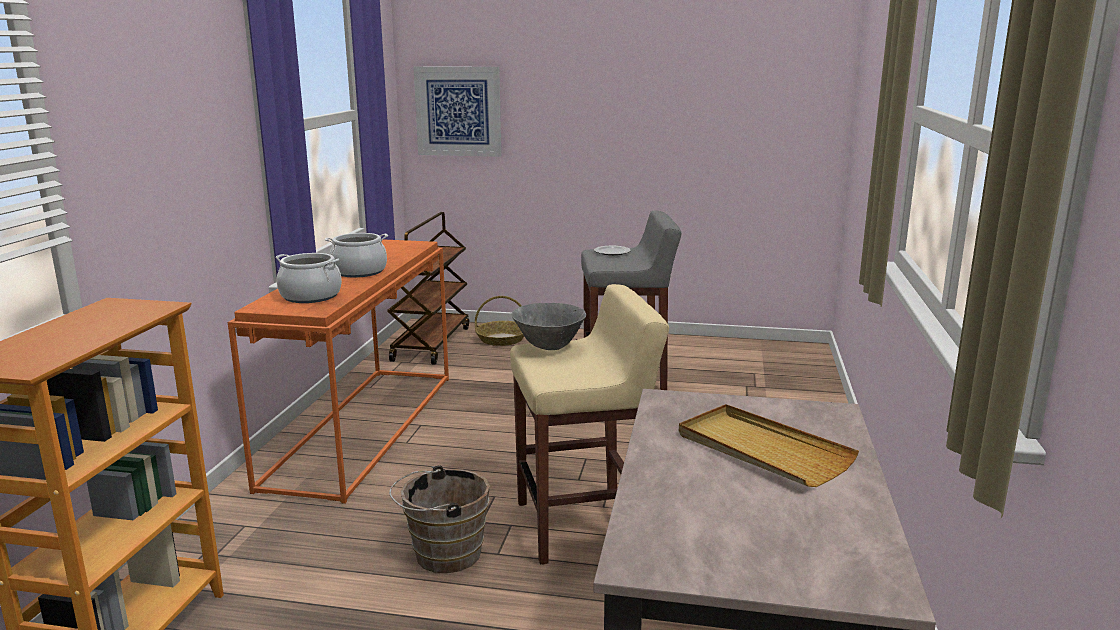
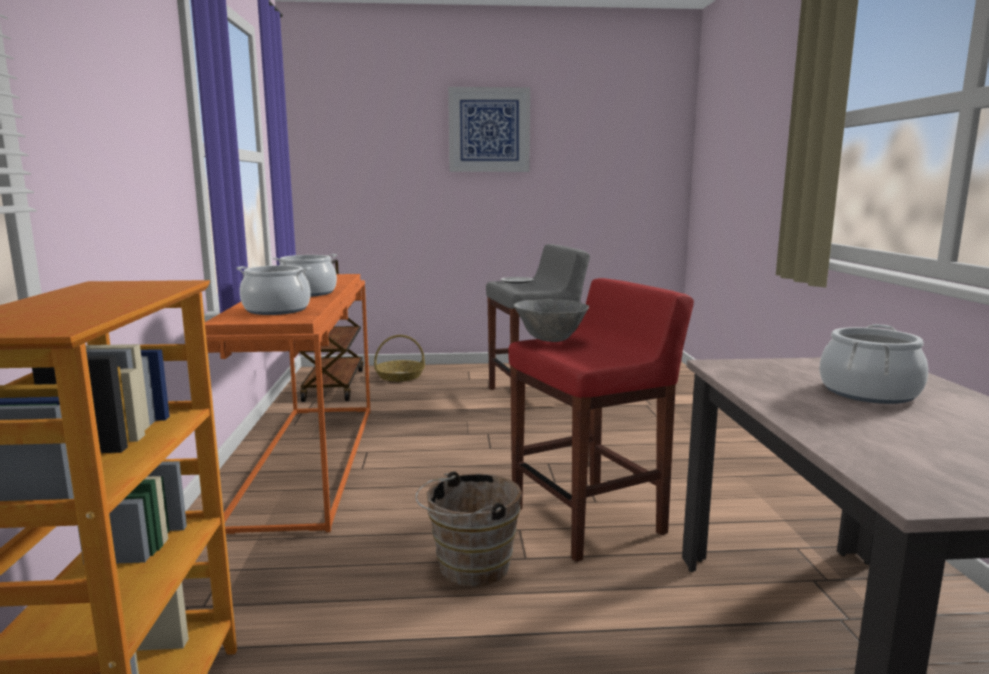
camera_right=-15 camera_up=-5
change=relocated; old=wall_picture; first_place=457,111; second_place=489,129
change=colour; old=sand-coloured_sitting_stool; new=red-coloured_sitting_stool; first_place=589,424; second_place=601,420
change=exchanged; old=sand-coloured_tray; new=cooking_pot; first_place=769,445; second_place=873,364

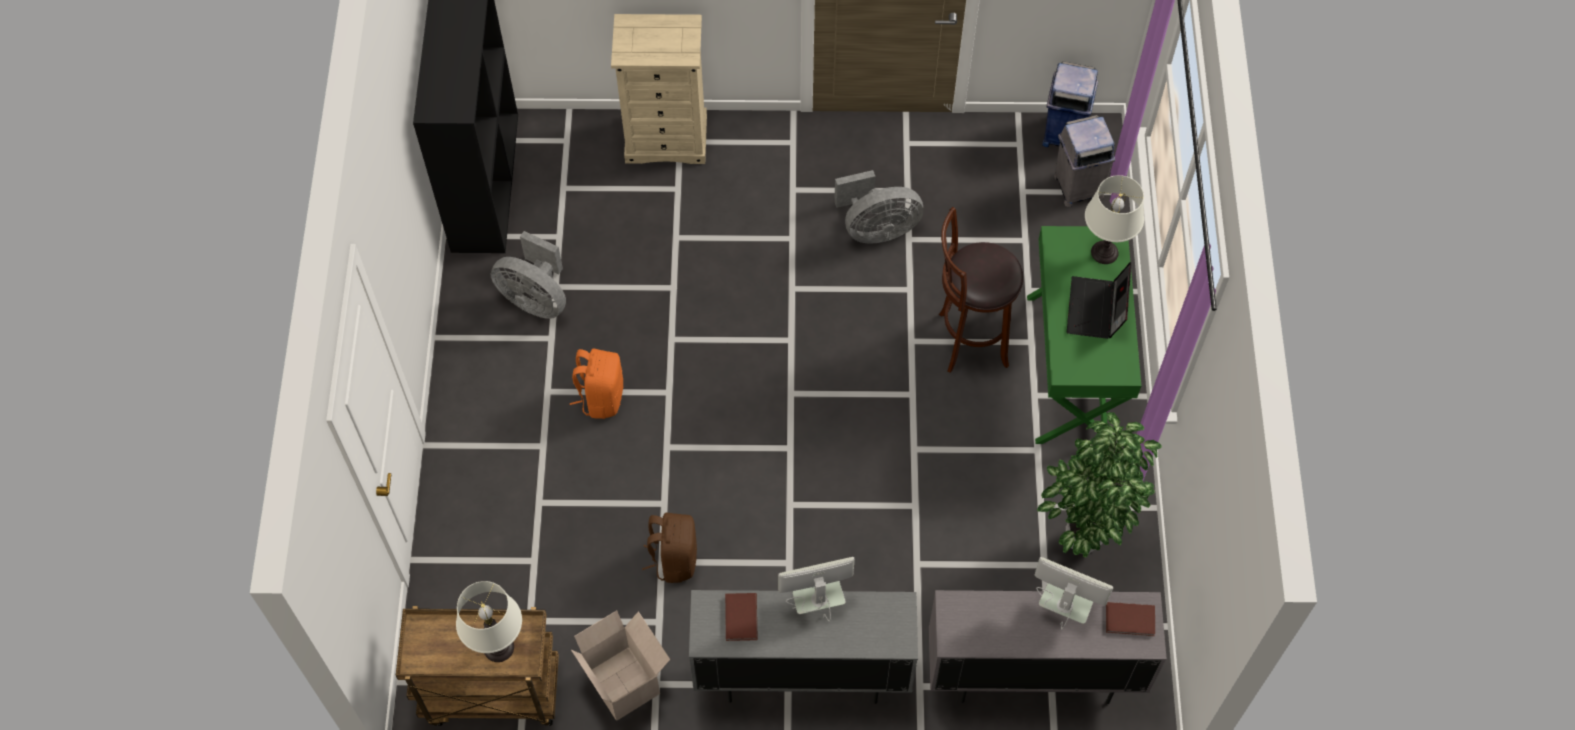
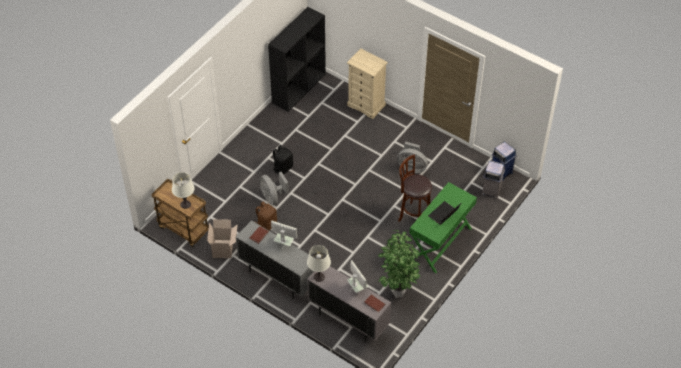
camera_right=35 camera_up=-10
change=relocated; old=white-coloured_lamp_for_a_table; first_place=1114,219; second_place=319,263
change=relocated; old=gray_fan; first_place=528,275; second_place=274,188
change=colour; old=orange_backpack; new=blackish_backpack; first_place=596,384; second_place=282,160

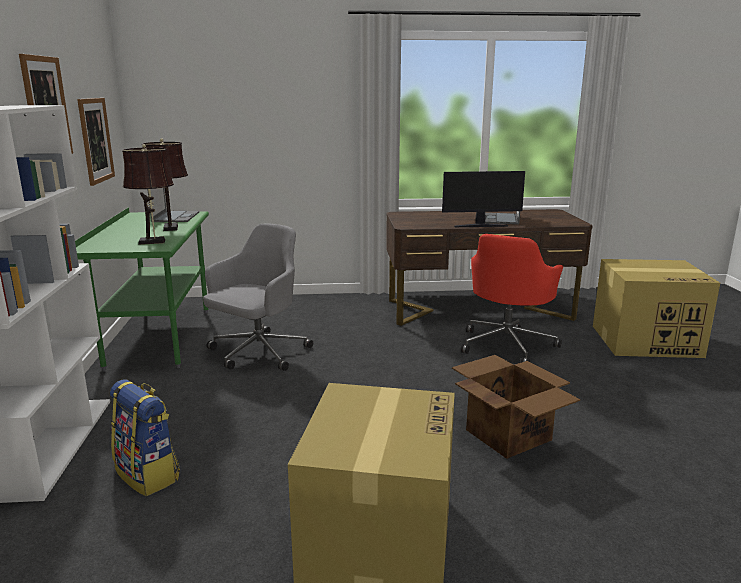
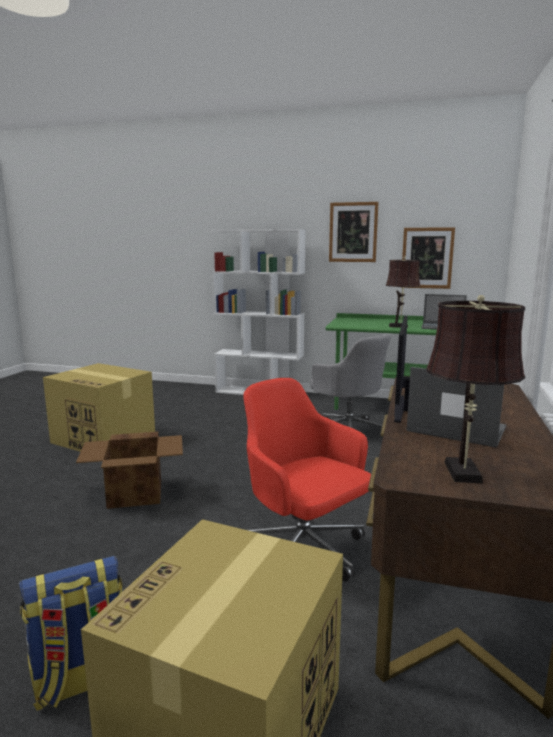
camera_right=110 camera_up=-5
change=relocated; old=brown-coloured_lamp_for_a_table; first_place=148,194; second_place=475,389
change=relocated; old=backpack; first_place=145,437; second_place=71,633

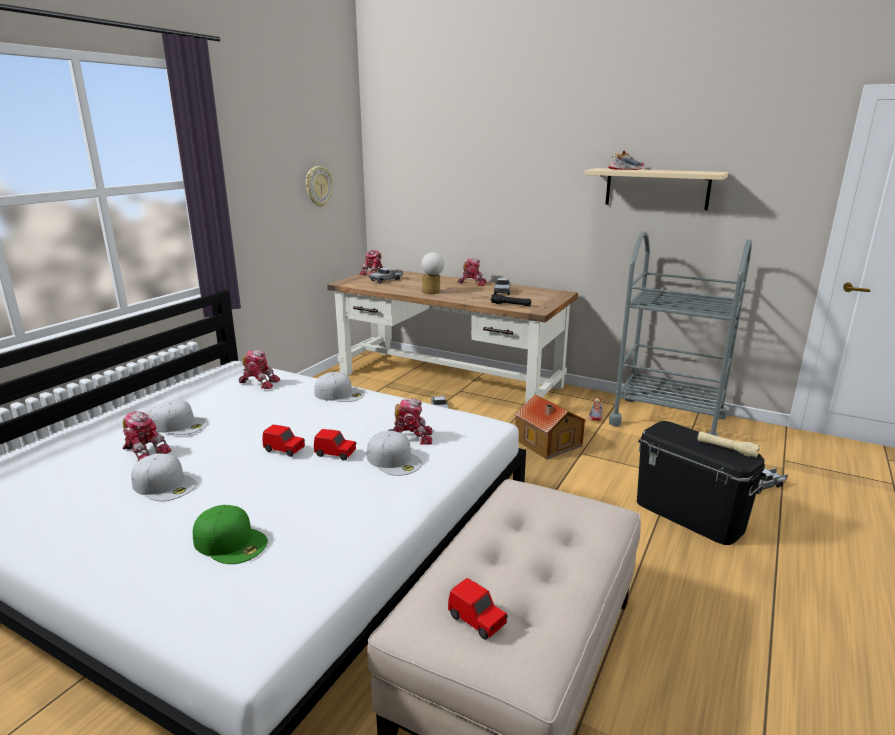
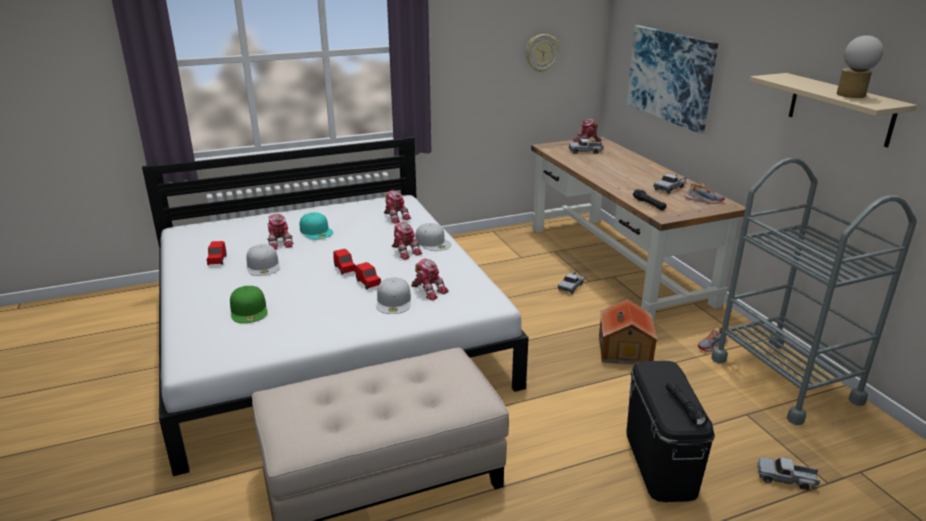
camera_right=40 camera_up=5
change=relocated; old=item_of_footwear; first_place=626,160; second_place=704,193
change=relocated; old=lamp_for_a_table; first_place=433,273; second_place=860,66
change=relocated; old=toy_robot; first_place=472,272; second_place=407,241
change=colour; old=white-coloured_baseball_cap; new=blue-green_baseball_cap; first_place=179,417; second_place=316,225
change=colour; old=sand-coloured_hand_torch; new=blackish_hand_torch; first_place=728,444; second_place=687,404
change=relocated; old=red-coloured_miniature_car; first_place=478,609; second_place=217,253
change=appeared; new=wall_picture; second_place=672,79

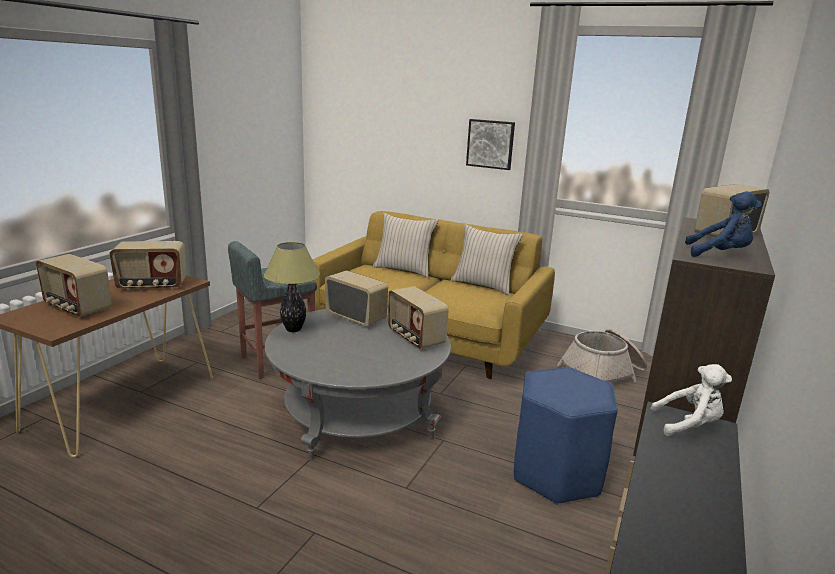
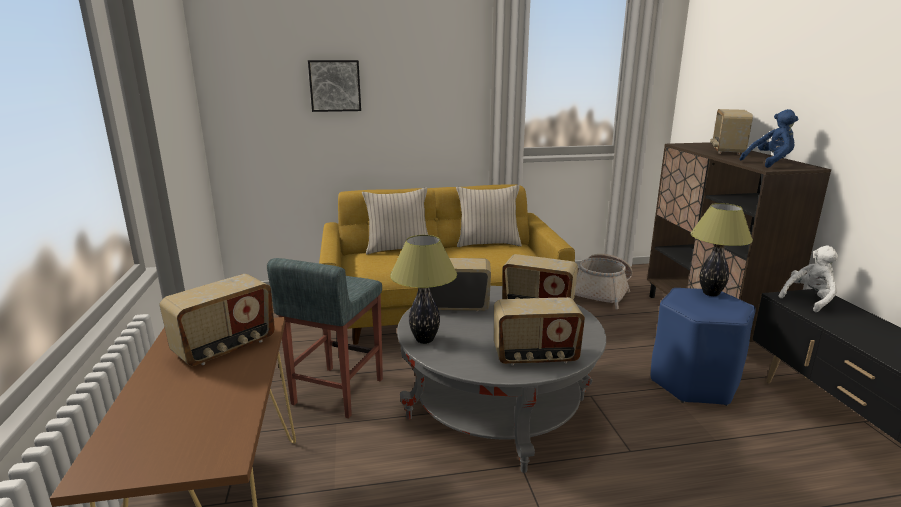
camera_right=-35 camera_up=0
change=relocated; old=wall_picture; first_place=490,144; second_place=334,86
change=relocated; old=radio_receiver; first_place=74,286; second_place=539,331
change=appeared; new=lamp_for_a_table; second_place=721,249

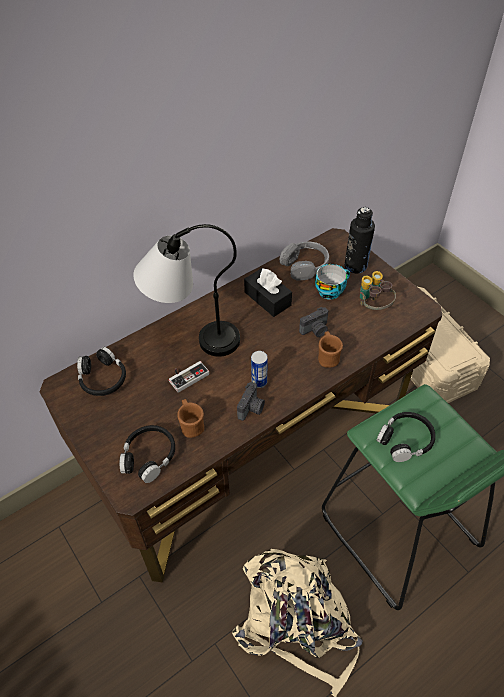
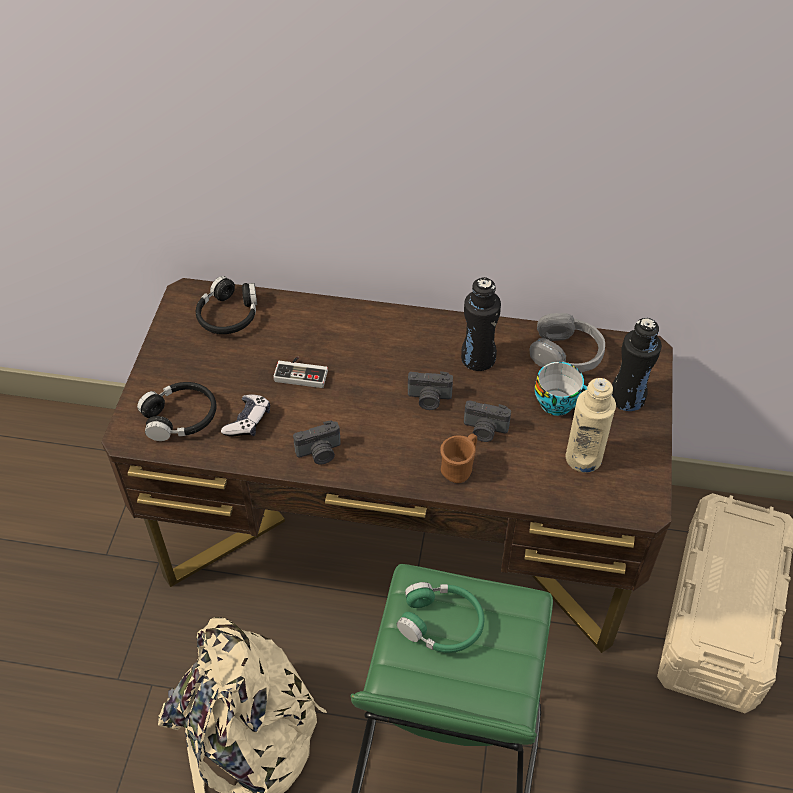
camera_right=45 camera_up=0
change=missing; old=lamp_for_a_table; first_place=186,290
change=exchanged; old=blackish_tissue_holder; new=blackish_bottle; first_place=268,292; second_place=481,324
change=exchanged; old=pair_of_binoculars; new=sand-coloured_bottle; first_place=378,290; second_place=591,425
change=missing; old=can; first_place=259,369
change=exchanged; old=brown-coloured_coffee_mug; new=gamepad; first_place=190,418; second_place=245,415
change=colour; old=blackish_headphones; new=green_headphones; first_place=406,437; second_place=441,617
change=appeared; new=still_camera; second_place=430,390

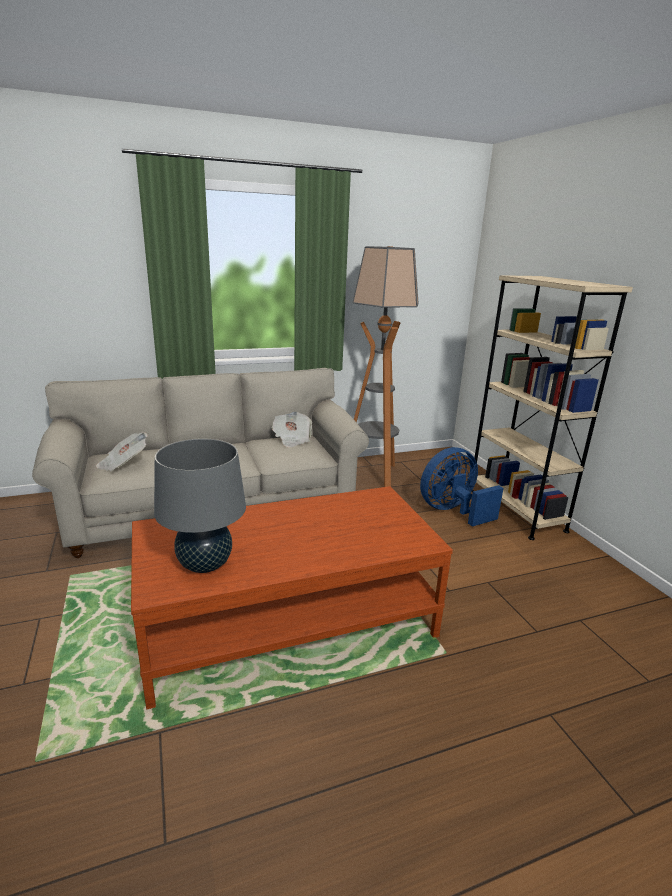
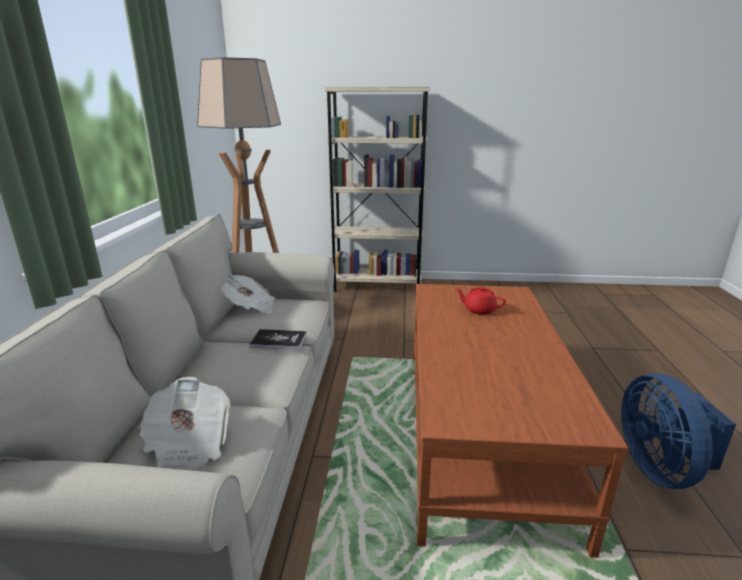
camera_right=-65 camera_up=0
change=missing; old=gray_lamp_for_a_table; first_place=200,506
change=relocated; old=blue-coloured_fan; first_place=462,487; second_place=678,431
change=appeared; new=red-coloured_teapot; second_place=480,301
change=appeared; new=bound_book; second_place=277,339

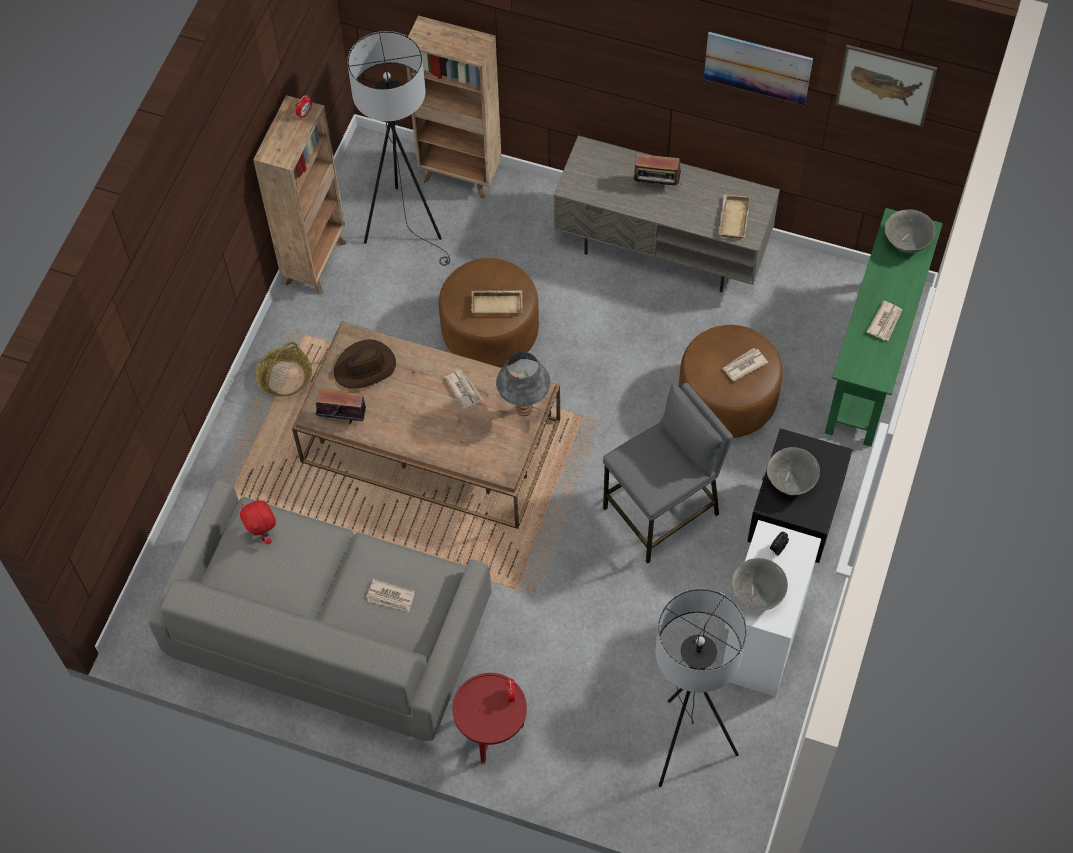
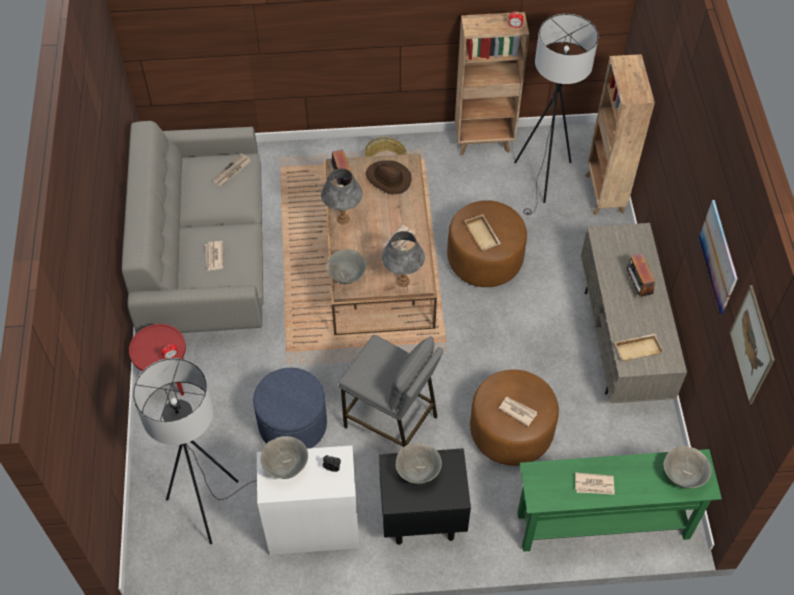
camera_right=65 camera_up=-5
change=exchanged; old=red-coloured_plush_toy; new=printed_paper; first_place=258,522; second_place=231,169
change=appeared; new=gray_lamp_for_a_table; second_place=341,196
change=appeared; new=gray_serving_bowl; second_place=347,266
change=appeared; new=blue-coloured_footrest; second_place=290,408

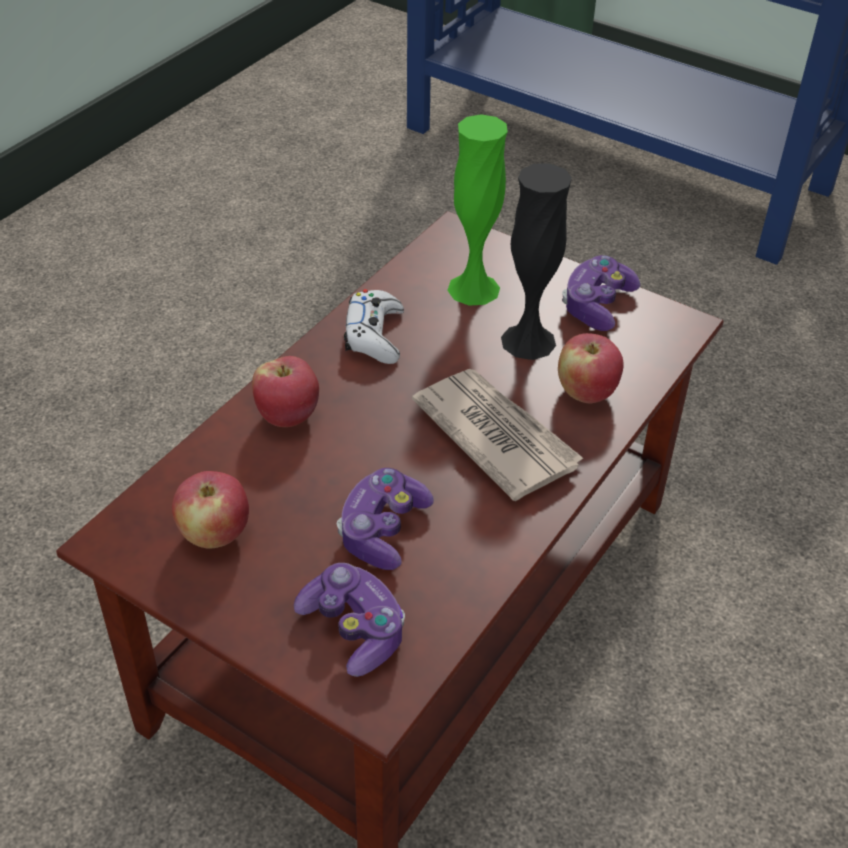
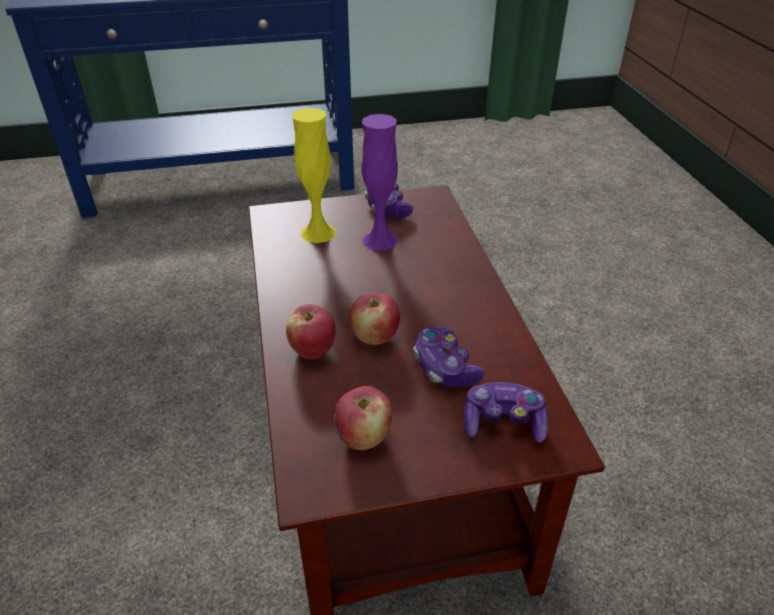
camera_right=-45 camera_up=-5
change=colour; old=green_flower_vase; new=yellow-coloured_flower_vase; first_place=477,209; second_place=314,175
change=colour; old=blackish_flower_vase; new=purplish_flower_vase; first_place=536,262; second_place=380,182
change=missing; old=white-coloured_gamepad; first_place=374,326
change=relocated; old=apple; first_place=591,368; second_place=374,319
change=missing; old=printed_paper; first_place=498,435

